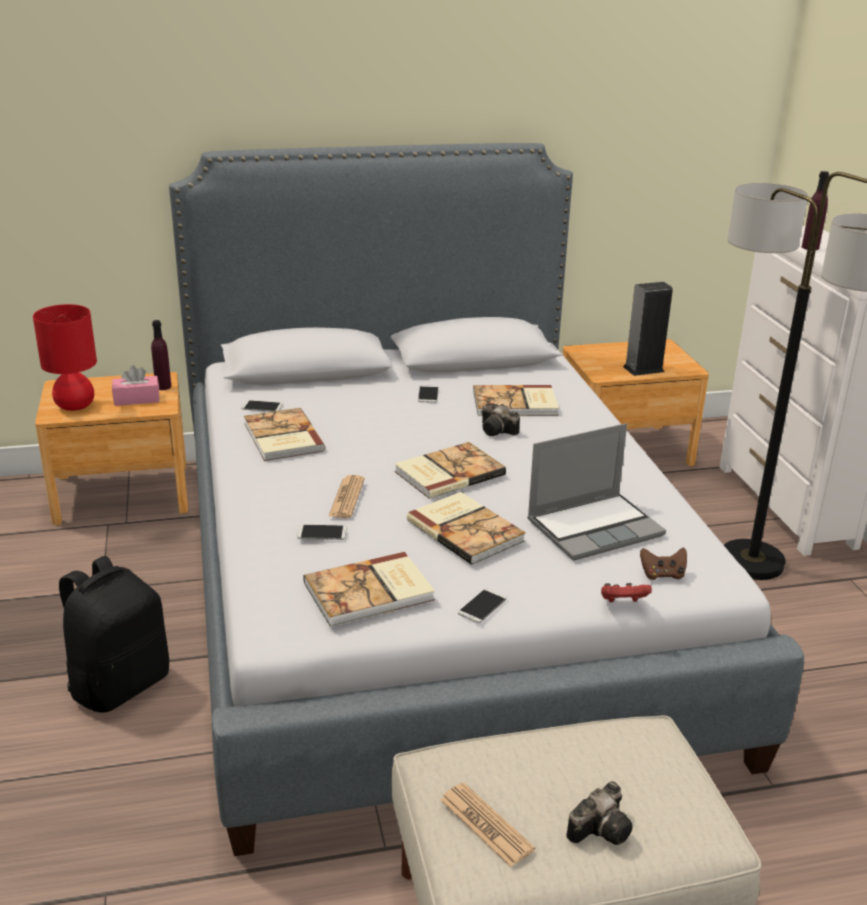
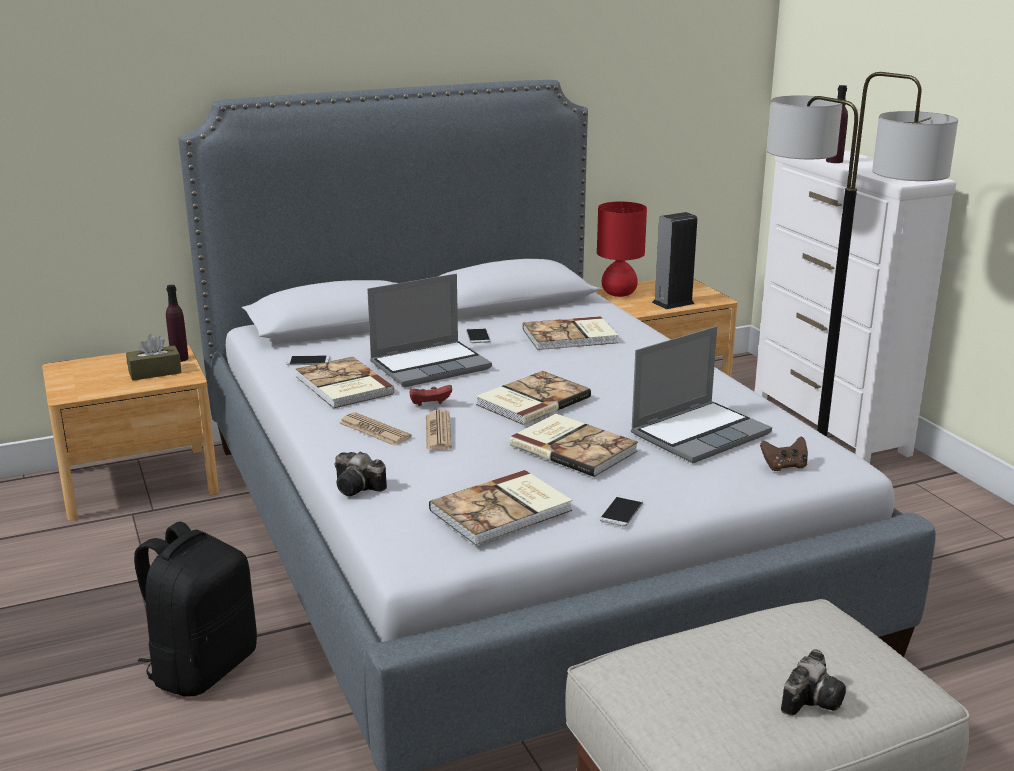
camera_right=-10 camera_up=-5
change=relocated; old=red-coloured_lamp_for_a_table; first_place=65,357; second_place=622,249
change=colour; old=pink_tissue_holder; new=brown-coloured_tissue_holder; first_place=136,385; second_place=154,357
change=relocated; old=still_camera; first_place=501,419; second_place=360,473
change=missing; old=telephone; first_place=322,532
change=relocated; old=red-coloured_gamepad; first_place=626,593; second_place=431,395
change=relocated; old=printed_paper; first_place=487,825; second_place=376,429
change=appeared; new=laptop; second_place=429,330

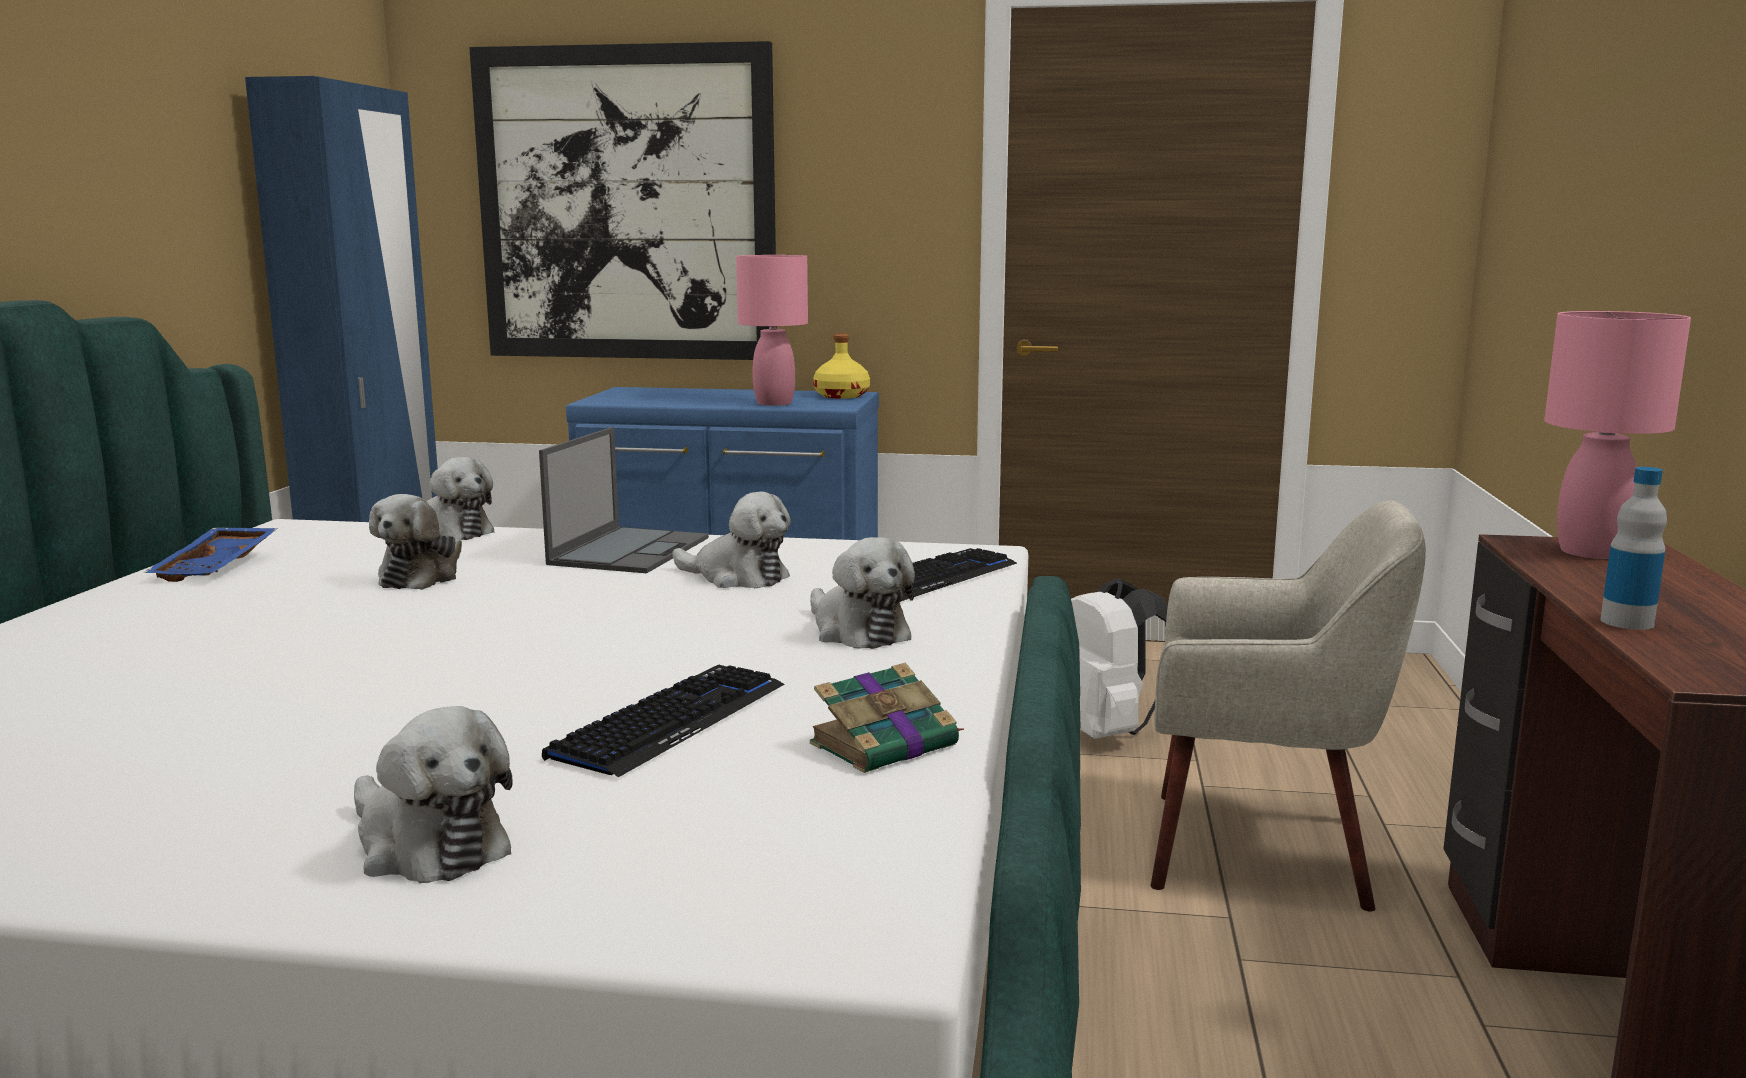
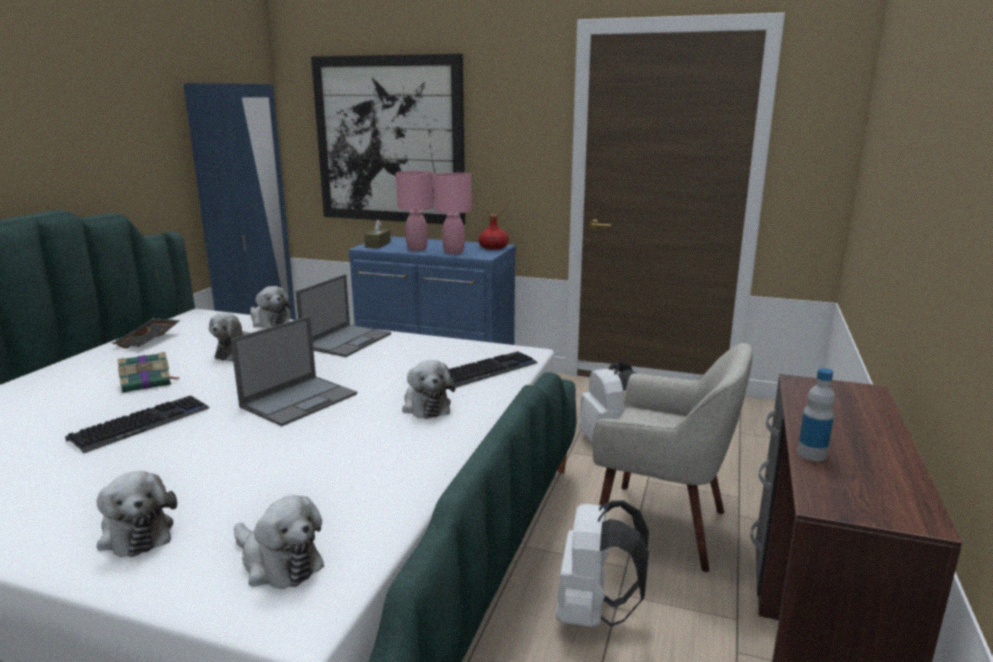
camera_right=10 camera_up=5
change=relocated; old=pink_lamp_for_a_table; first_place=1617,435; second_place=415,211
change=colour; old=yellow-coloured_bottle; new=red-coloured_bottle; first_place=841,366; second_place=493,232
change=relocated; old=plush_toy; first_place=731,540; second_place=279,542
change=colour; old=blue-coloured_tray; new=blackish_tray; first_place=210,554; second_place=146,333
change=relocated; old=bound_book; first_place=887,718; second_place=148,372
change=relocated; old=PC_keyboard; first_place=663,721; second_place=137,424
change=appeared; new=brown-coloured_tissue_holder; second_place=378,234
change=appeared; new=laptop; second_place=293,371
change=appeared; new=white-coloured_backpack; second_place=602,563

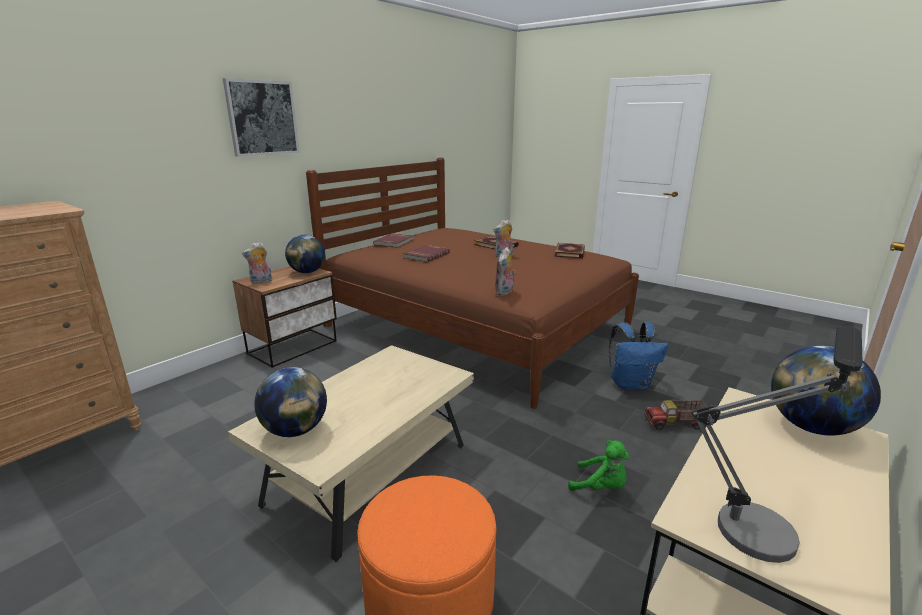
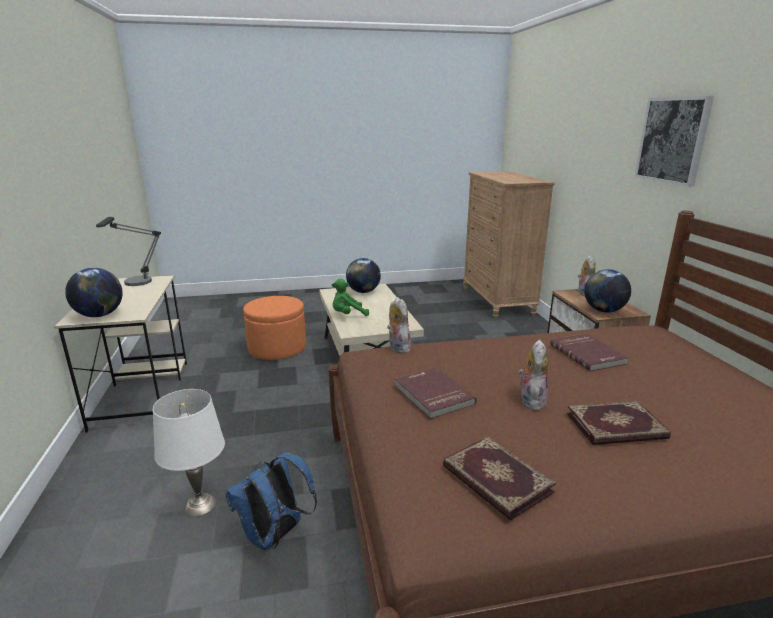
camera_right=130 camera_up=0
change=relocated; old=red-coloured_bound_book; first_place=393,240; second_place=435,393
change=exchanged; old=model_truck; new=white-coloured_lamp_for_a_table; first_place=675,415; second_place=189,452
change=relocated; old=green_plush_toy; first_place=598,465; second_place=350,297

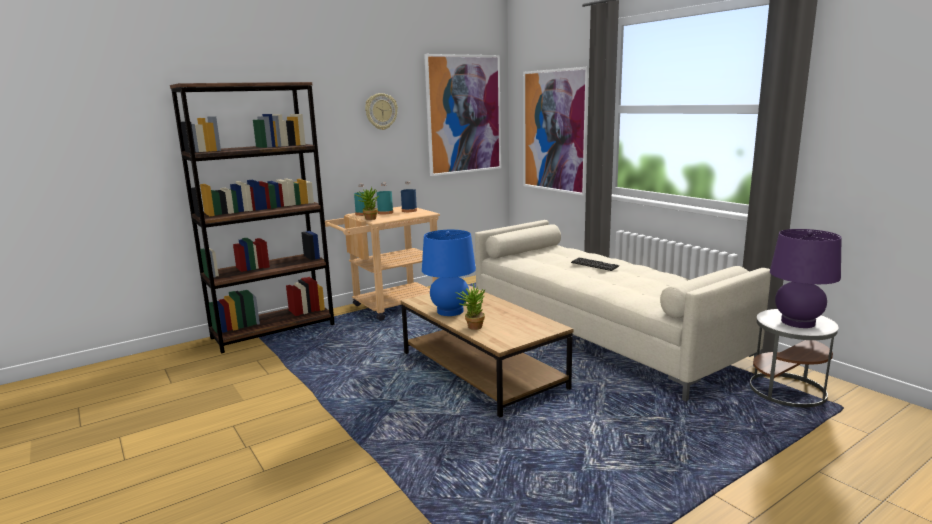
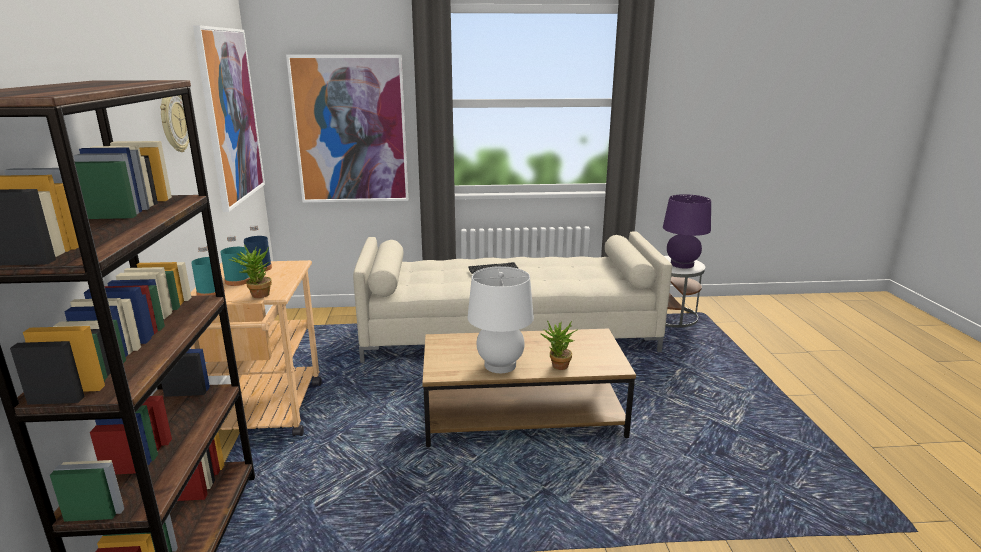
camera_right=-60 camera_up=5
change=colour; old=blue-coloured_lamp_for_a_table; new=white-coloured_lamp_for_a_table; first_place=449,273; second_place=501,319

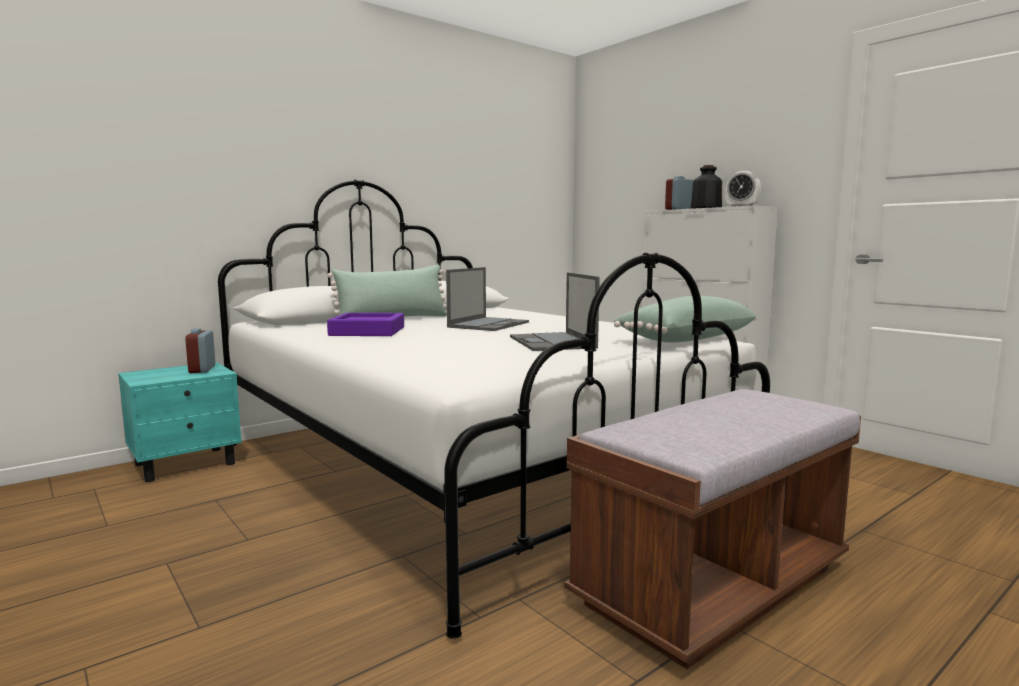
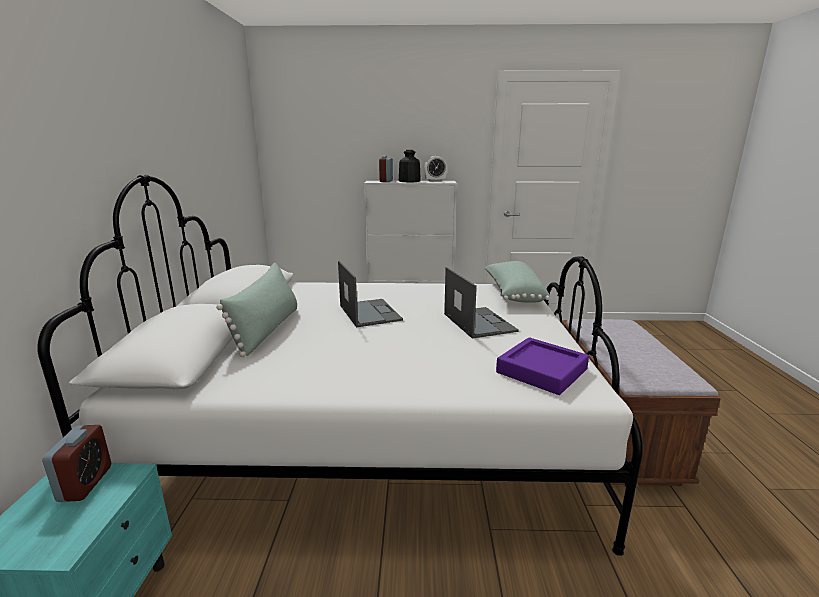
camera_right=-50 camera_up=10
change=spun; old=laptop; first_place=555,311; second_place=481,303; degrees=-135
change=relocated; old=purplish_tray; first_place=365,324; second_place=542,366
change=spun; old=bedside_clock; first_place=200,350; second_place=76,463; degrees=-120

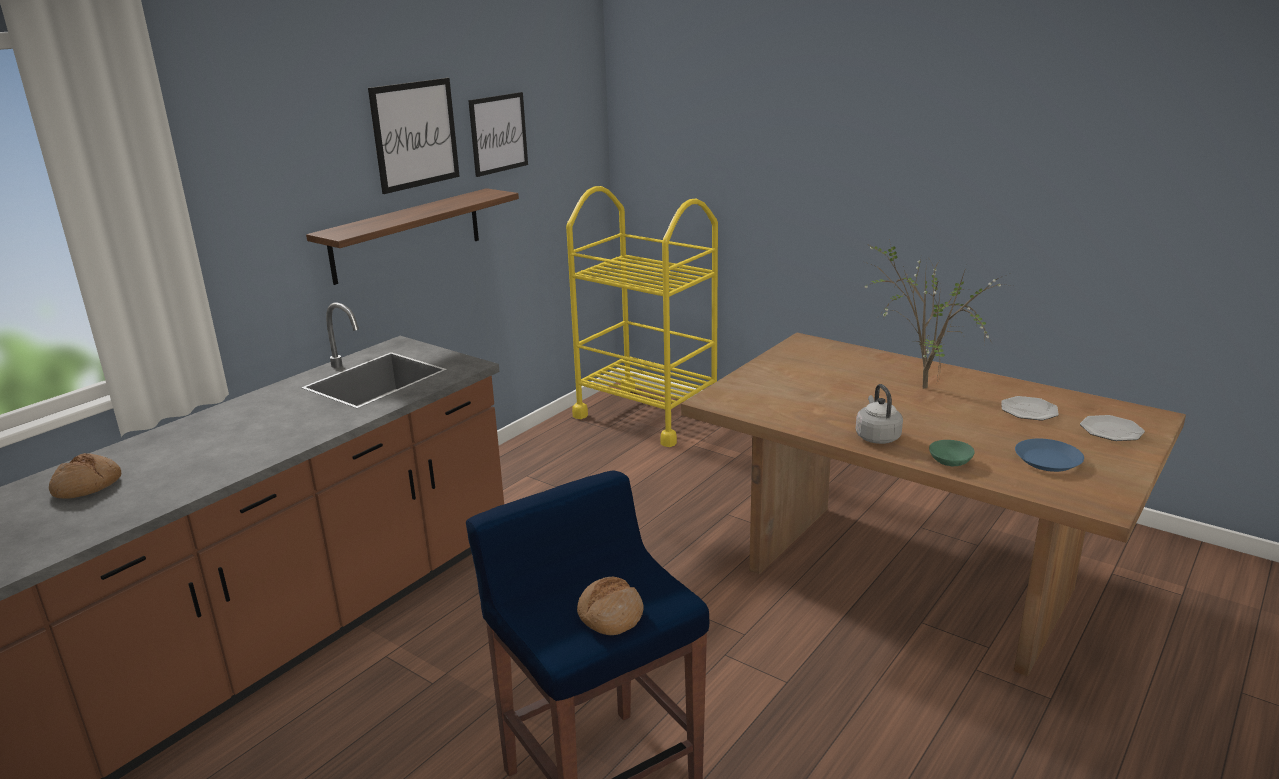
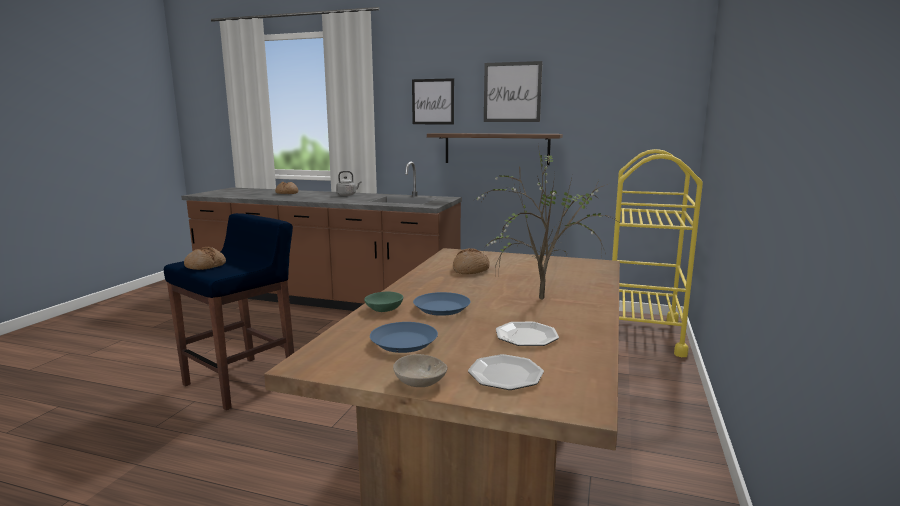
camera_right=70 camera_up=-10
change=relocated; old=wall_picture; first_place=498,134; second_place=433,101
change=relocated; old=gray_water_kettle; first_place=879,414; second_place=348,183
change=appeared; new=baked_bread; second_place=471,261
change=appeared; new=blue-coloured_plate; second_place=442,304
change=appeared; new=sand-coloured_serving_bowl; second_place=420,370

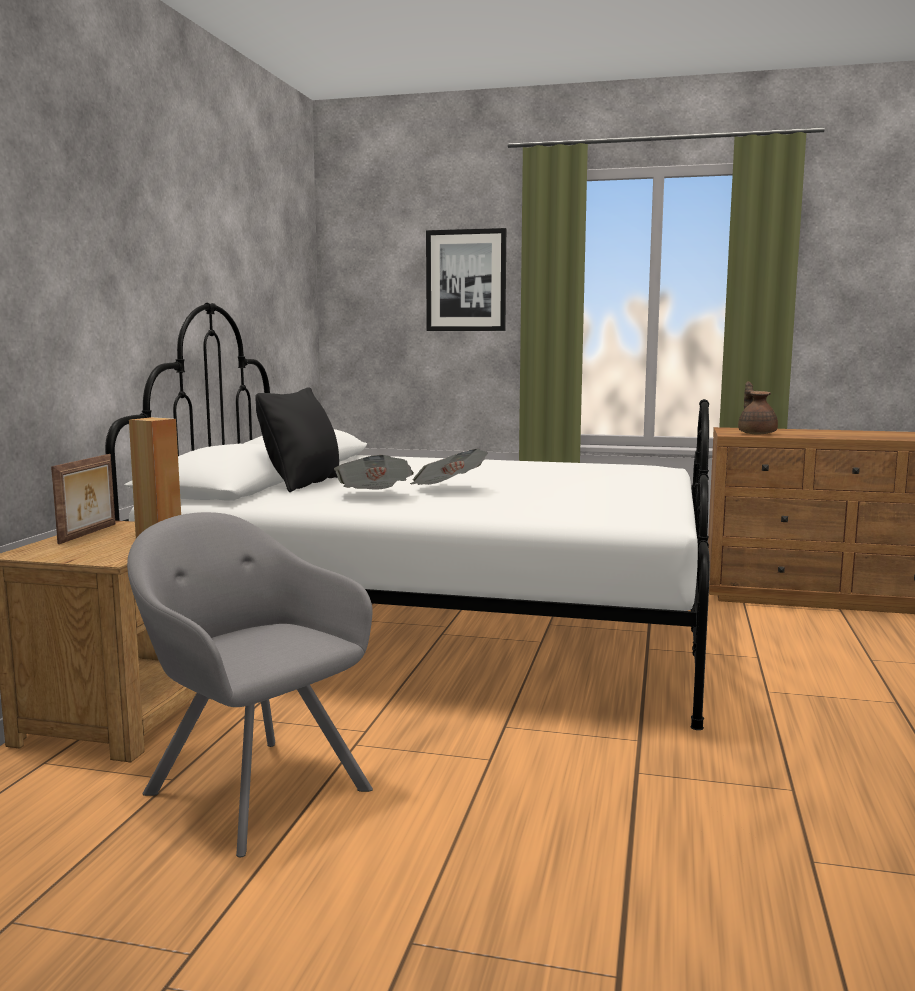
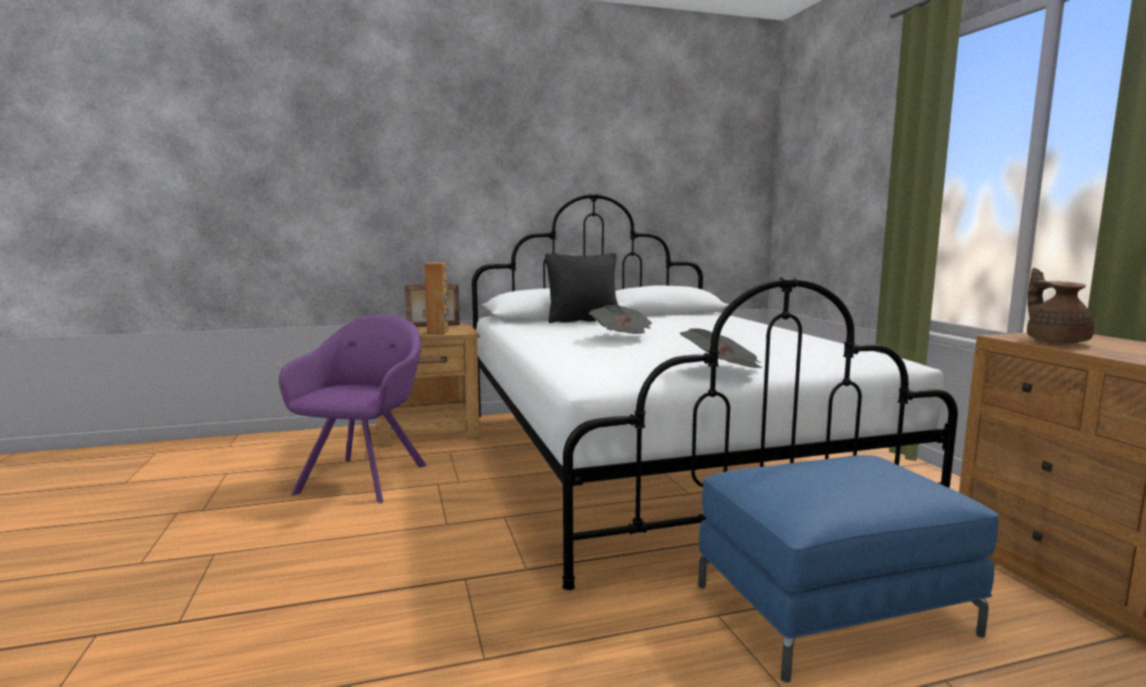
camera_right=60 camera_up=0
change=missing; old=wall_picture; first_place=466,279
change=spun; old=brown-coloured_teapot; first_place=758,408; second_place=1060,306; degrees=-60
change=relocated; old=printed_paper; first_place=374,472; second_place=721,348
change=colour; old=gray_lounge_chair; new=purplish_lounge_chair; first_place=250,685; second_place=352,409
change=appeared; new=blue-coloured_footrest; second_place=848,569

